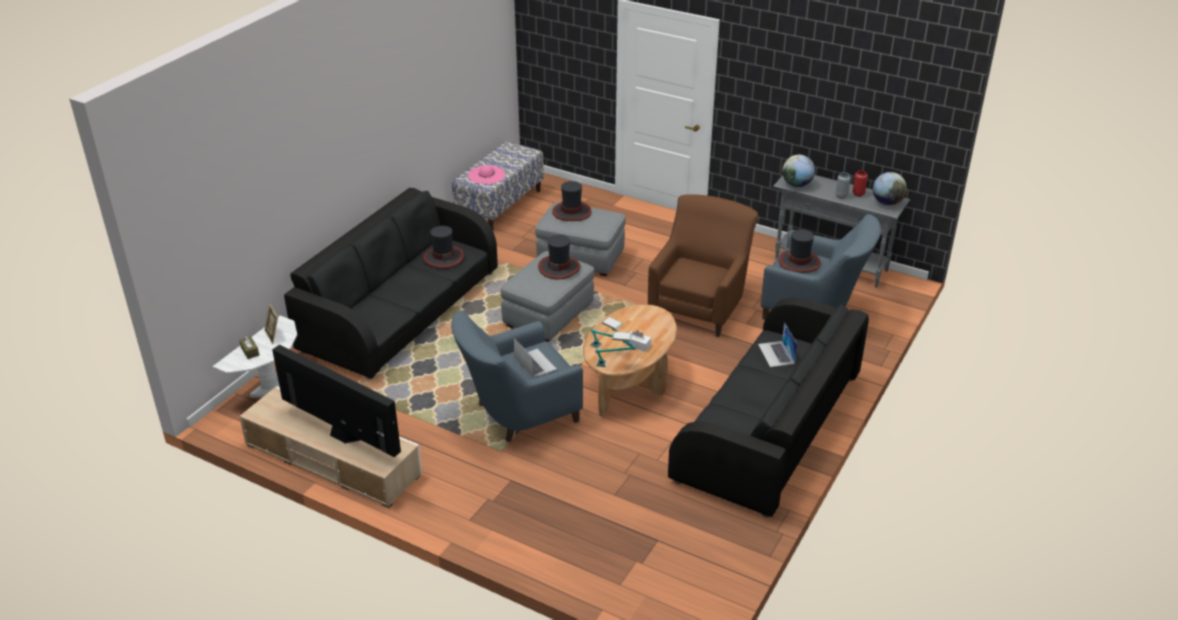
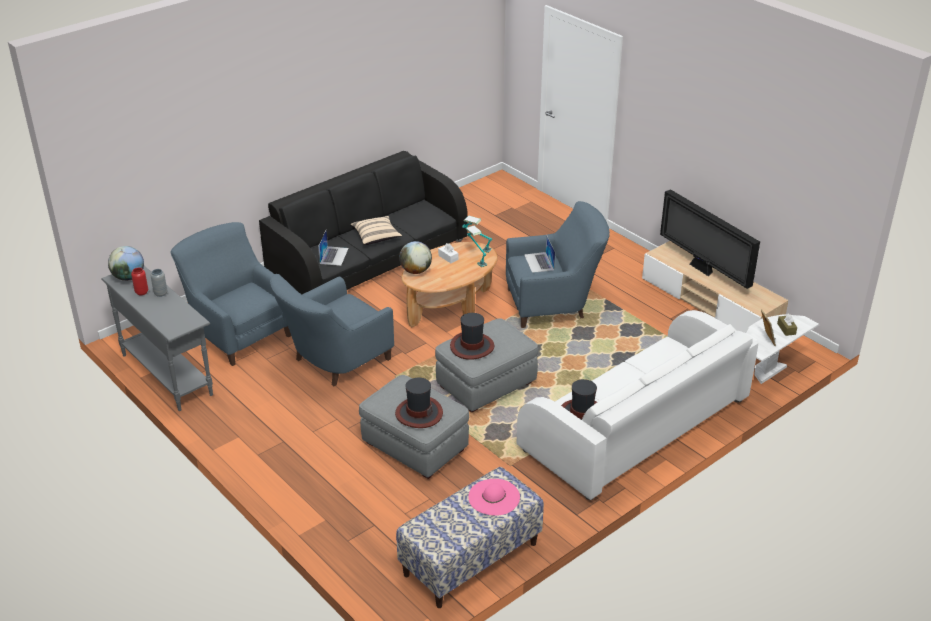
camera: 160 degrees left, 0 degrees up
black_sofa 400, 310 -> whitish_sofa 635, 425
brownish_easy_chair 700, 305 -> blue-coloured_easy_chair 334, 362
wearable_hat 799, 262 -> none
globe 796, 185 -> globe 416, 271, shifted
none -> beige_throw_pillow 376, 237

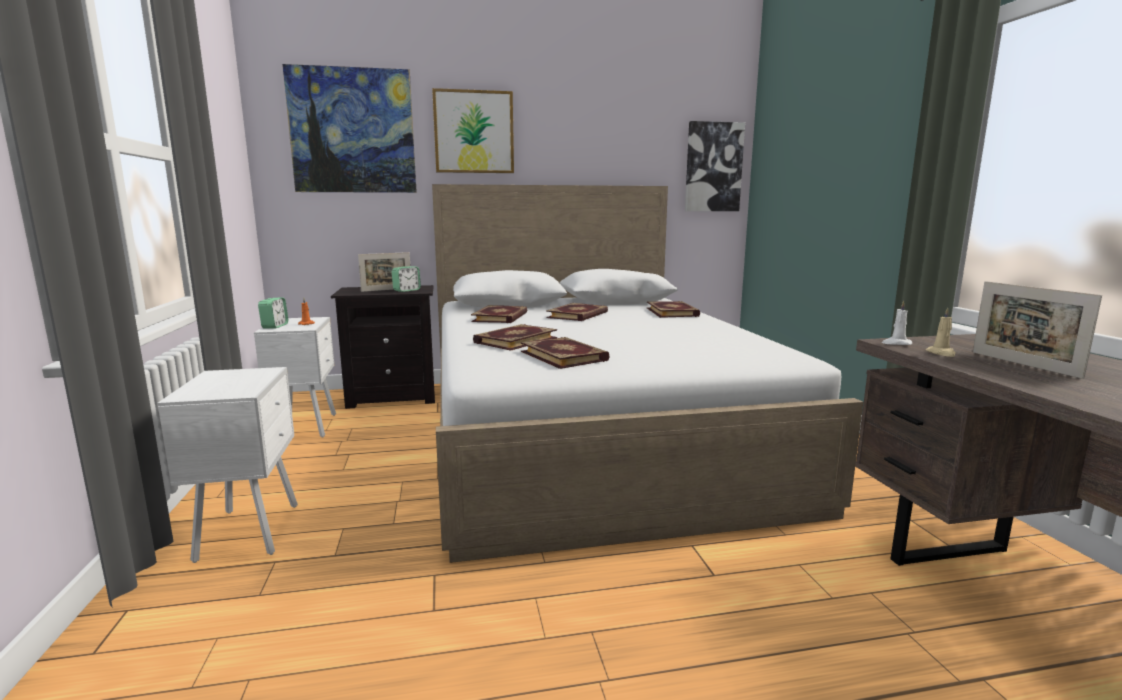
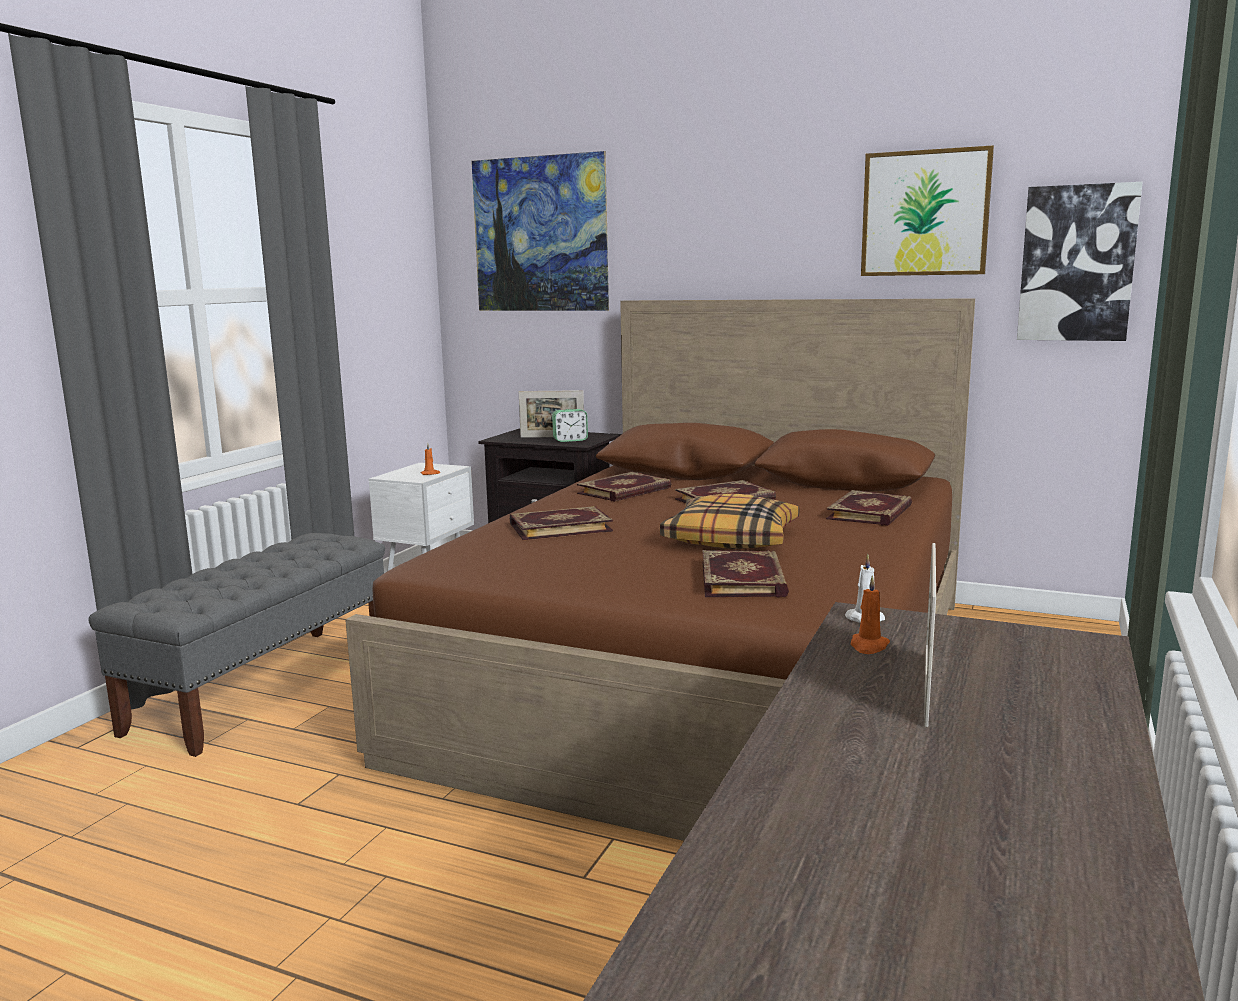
camera: 35 degrees right, 0 degrees up
whitish_bedside_table 251, 531 -> grey_indoor_bench 265, 686
bedside_clock 275, 326 -> none
picture 474, 132 -> picture 925, 213, shifted
whitish_sleeping_bed 590, 433 -> brownish_sleeping_bed 711, 672
bound_book 564, 356 -> bound_book 744, 579, shifted
beige_candle 941, 353 -> orangey_candle 868, 646
none -> throw_pillow 731, 538

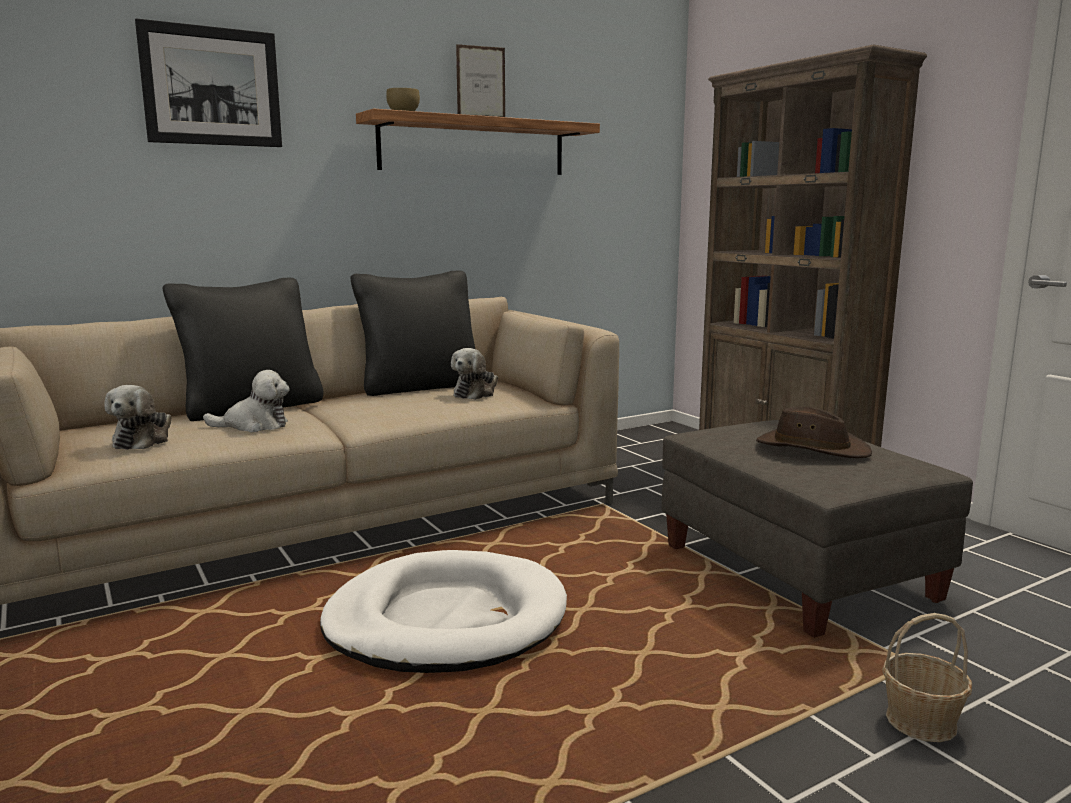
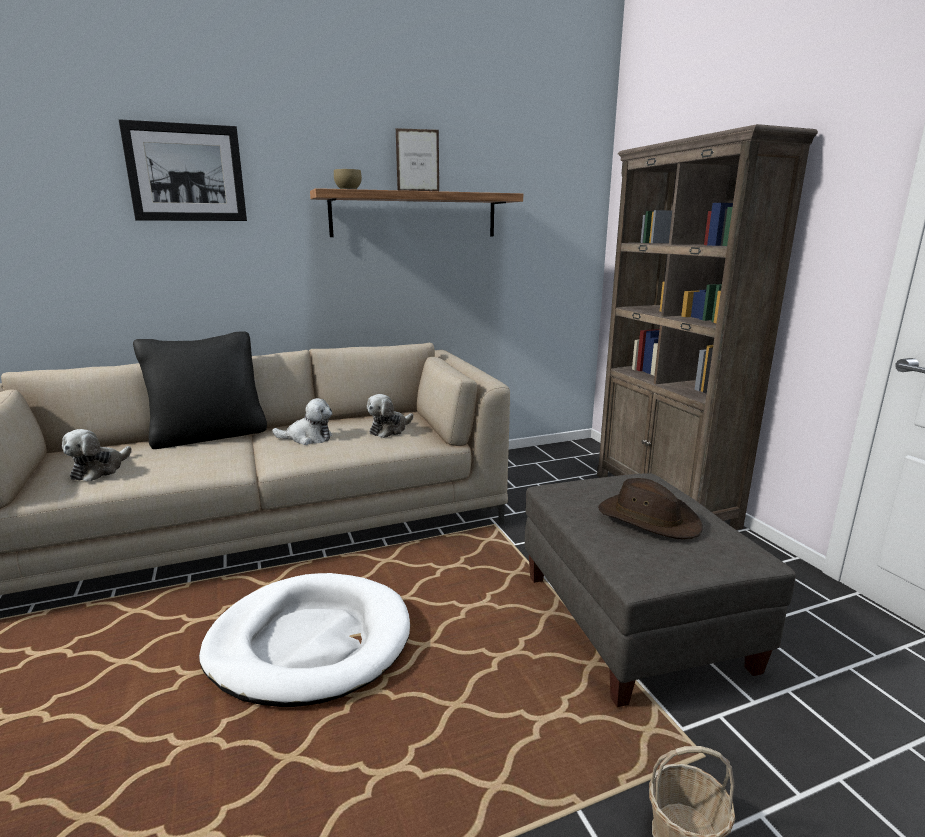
camera: 10 degrees right, 5 degrees up
cuddly_toy 254, 425 -> cuddly_toy 307, 438, shifted
black_throw_pillow 420, 387 -> none

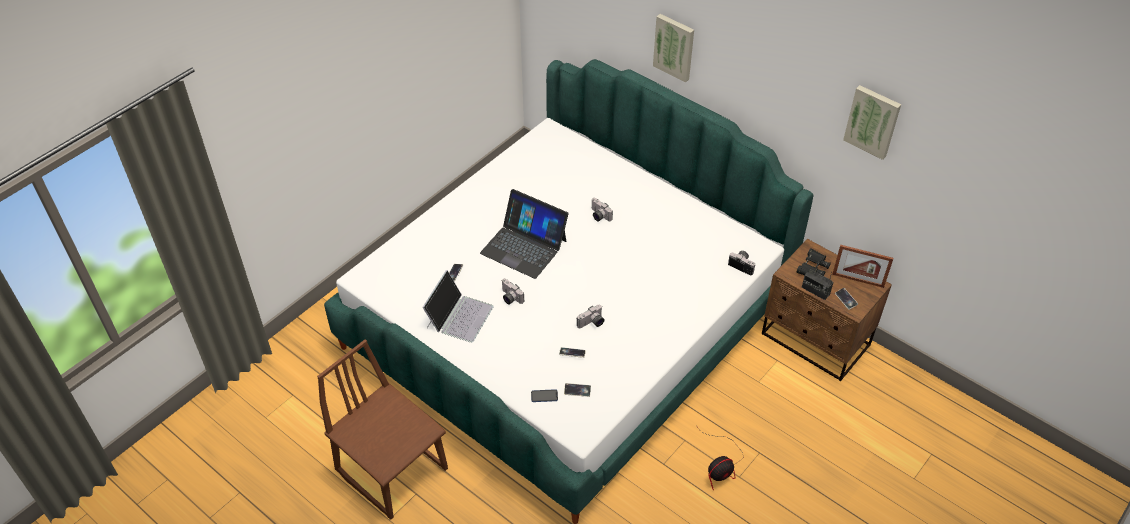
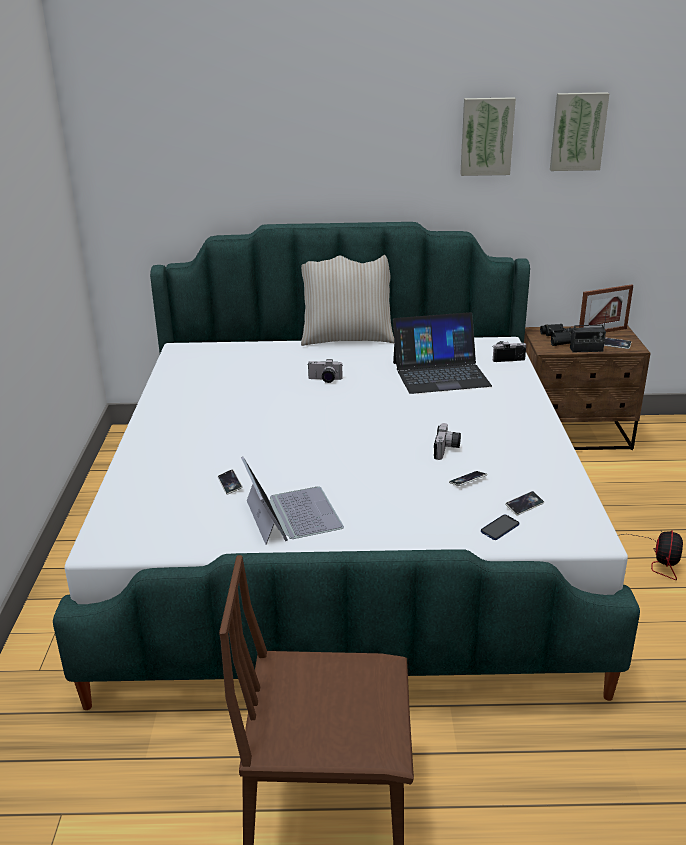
camera: 40 degrees left, 20 degrees down
laptop 524, 246 -> laptop 440, 374, shifted
still_camera 510, 298 -> none
picture 674, 47 -> picture 486, 136, shifted
none -> beige_throw_pillow 347, 338

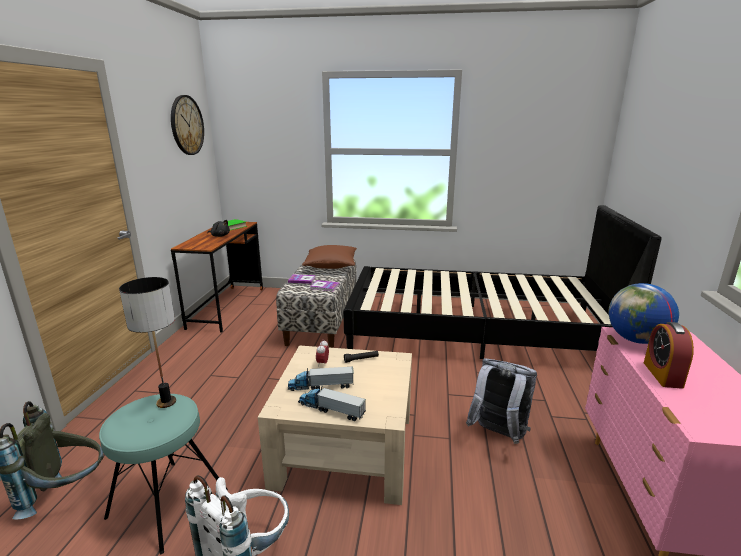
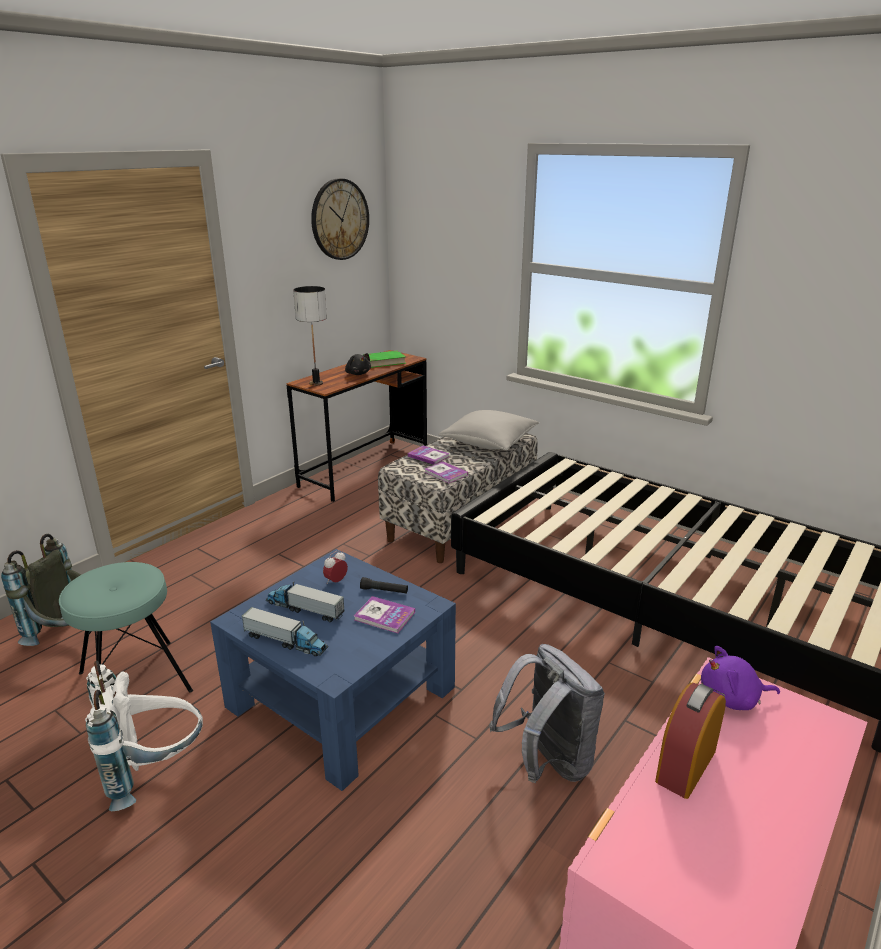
camera: 30 degrees right, 5 degrees up
lamp_for_a_table 167, 402 -> lamp_for_a_table 316, 383, shifted
beige_coffee_table 345, 448 -> blue-coloured_coffee_table 341, 697
toy_lorry 331, 409 -> toy_lorry 285, 641, 150 degrees clockwise
brownish_throw_pillow 331, 265 -> grey_throw_pillow 489, 442
globe 636, 340 -> purple_cuddly_toy 732, 698
none -> bound_book 384, 616

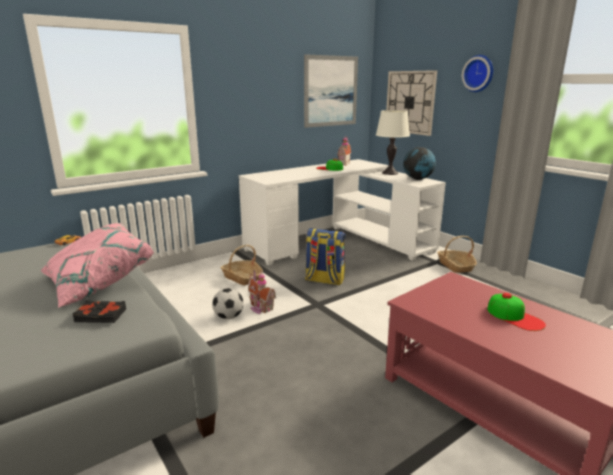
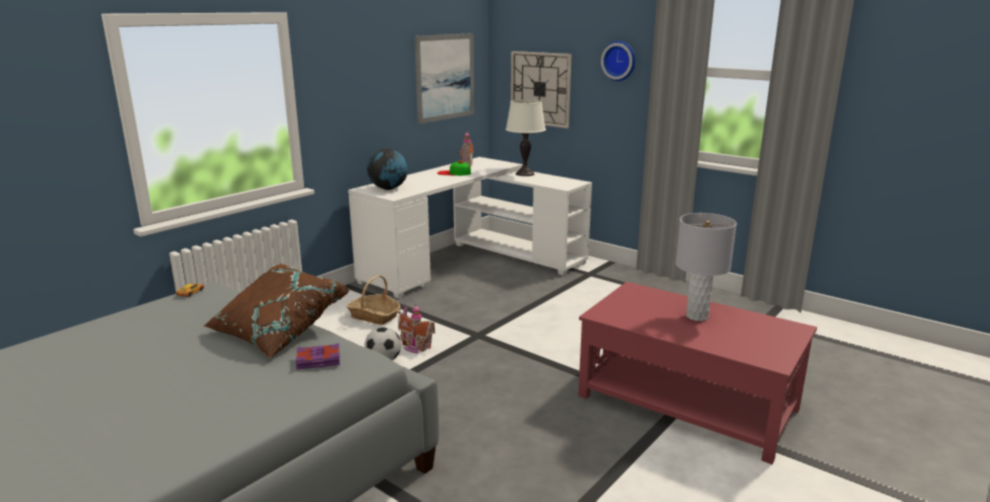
camera: 15 degrees left, 0 degrees up
pink_throw_pillow 98, 282 -> brownish_throw_pillow 278, 331
black_bound_book 100, 316 -> purple_bound_book 318, 361
rucksack 324, 280 -> none
globe 418, 179 -> globe 388, 188, shifted
household_basket 455, 266 -> none
cap 515, 317 -> grey_lamp_for_a_table 696, 316

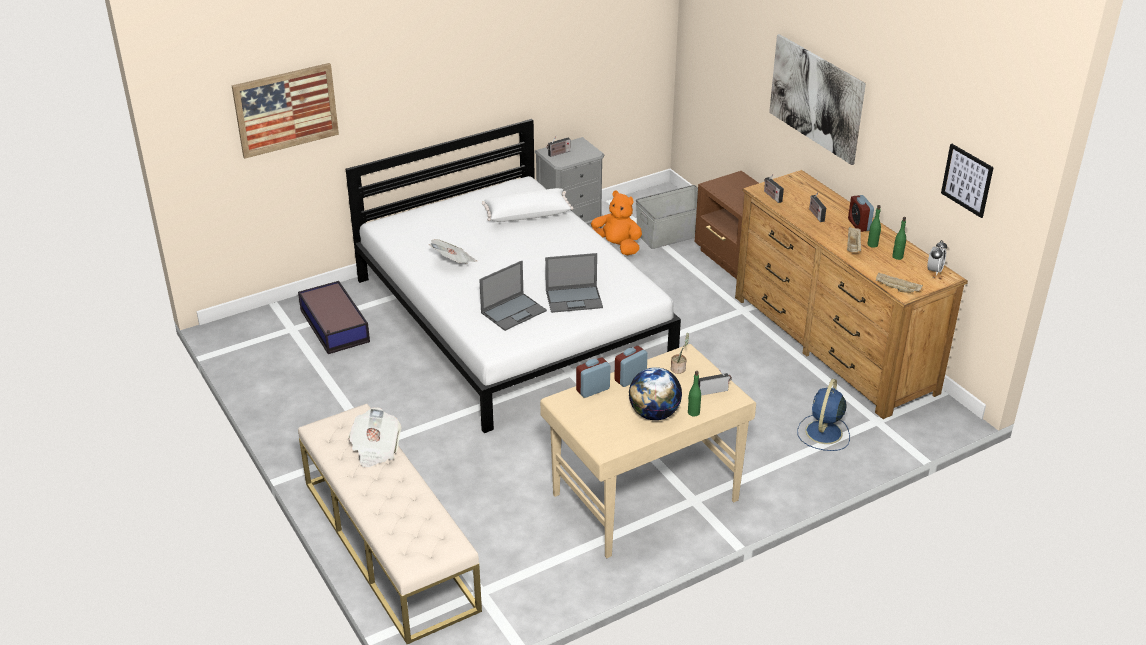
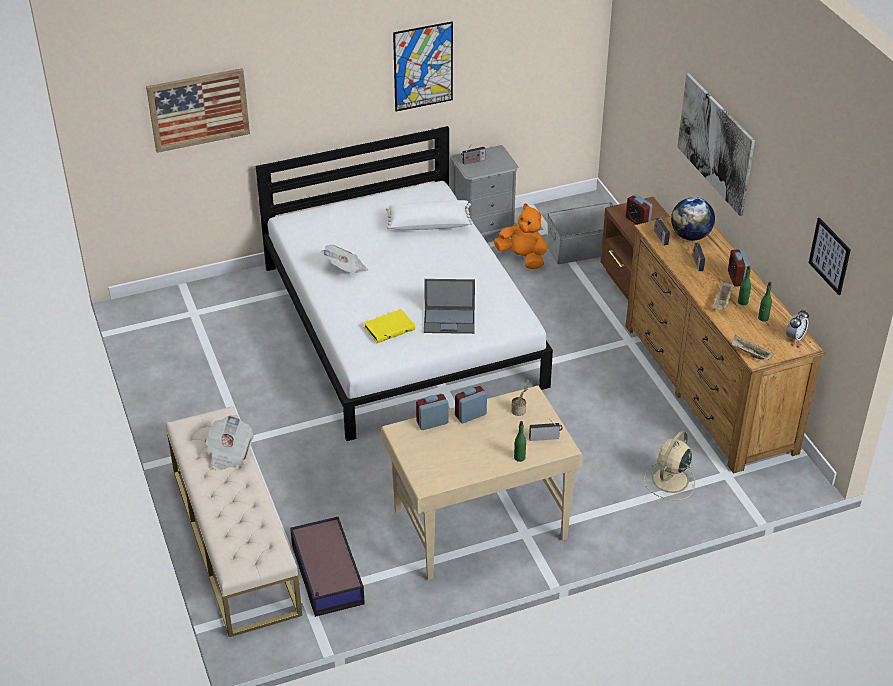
camera: 10 degrees right, 5 degrees up
storage_container 334, 326 -> storage_container 327, 575, shifted
laptop 514, 311 -> yellow-coloured_bound_book 389, 328
globe 654, 414 -> globe 690, 236, shifted
blue-coloured_cooling_fan 823, 433 -> beige_cooling_fan 669, 481
none -> picture 423, 66
none -> bedside_clock 637, 221

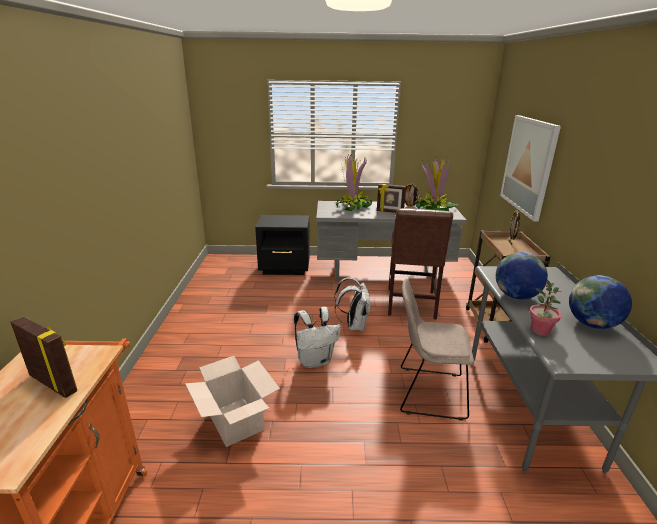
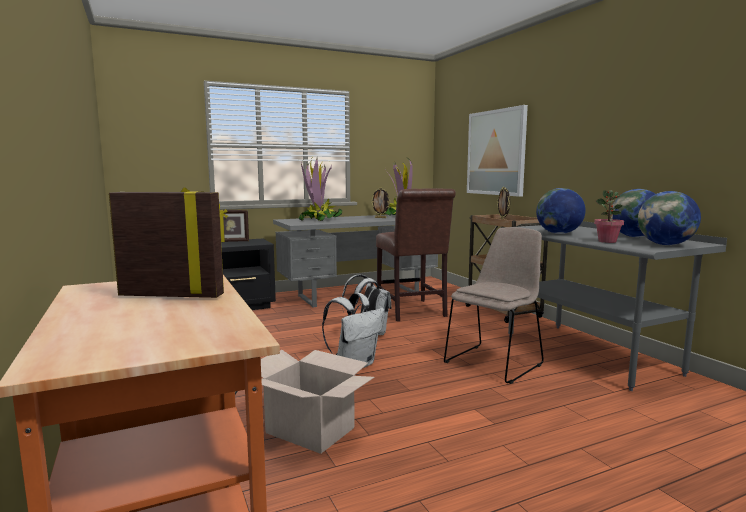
camera: 25 degrees left, 15 degrees down
photo_frame 390, 212 -> photo_frame 232, 241, shifted
beige_upright_chair 427, 392 -> beige_upright_chair 494, 362, 150 degrees clockwise
none -> globe 665, 245

